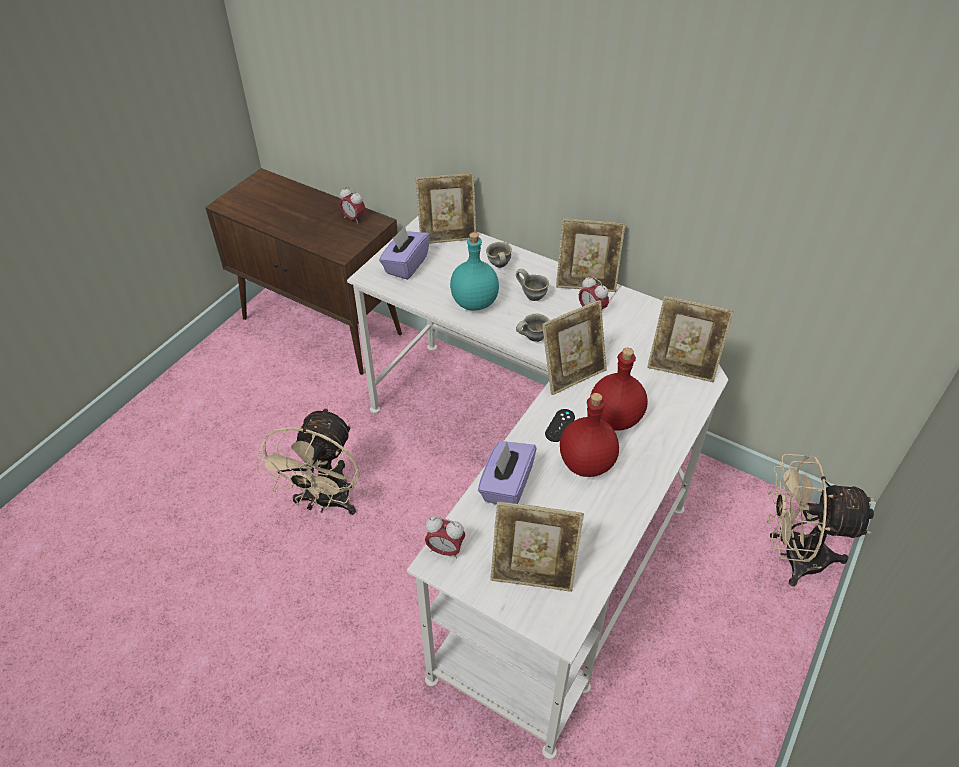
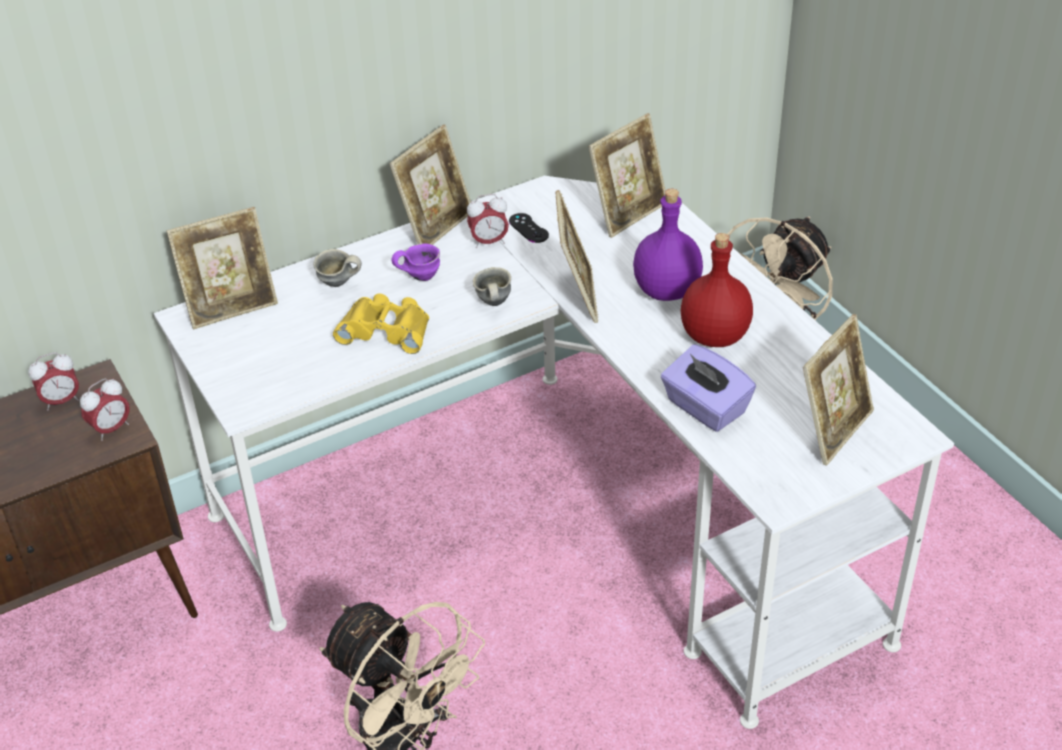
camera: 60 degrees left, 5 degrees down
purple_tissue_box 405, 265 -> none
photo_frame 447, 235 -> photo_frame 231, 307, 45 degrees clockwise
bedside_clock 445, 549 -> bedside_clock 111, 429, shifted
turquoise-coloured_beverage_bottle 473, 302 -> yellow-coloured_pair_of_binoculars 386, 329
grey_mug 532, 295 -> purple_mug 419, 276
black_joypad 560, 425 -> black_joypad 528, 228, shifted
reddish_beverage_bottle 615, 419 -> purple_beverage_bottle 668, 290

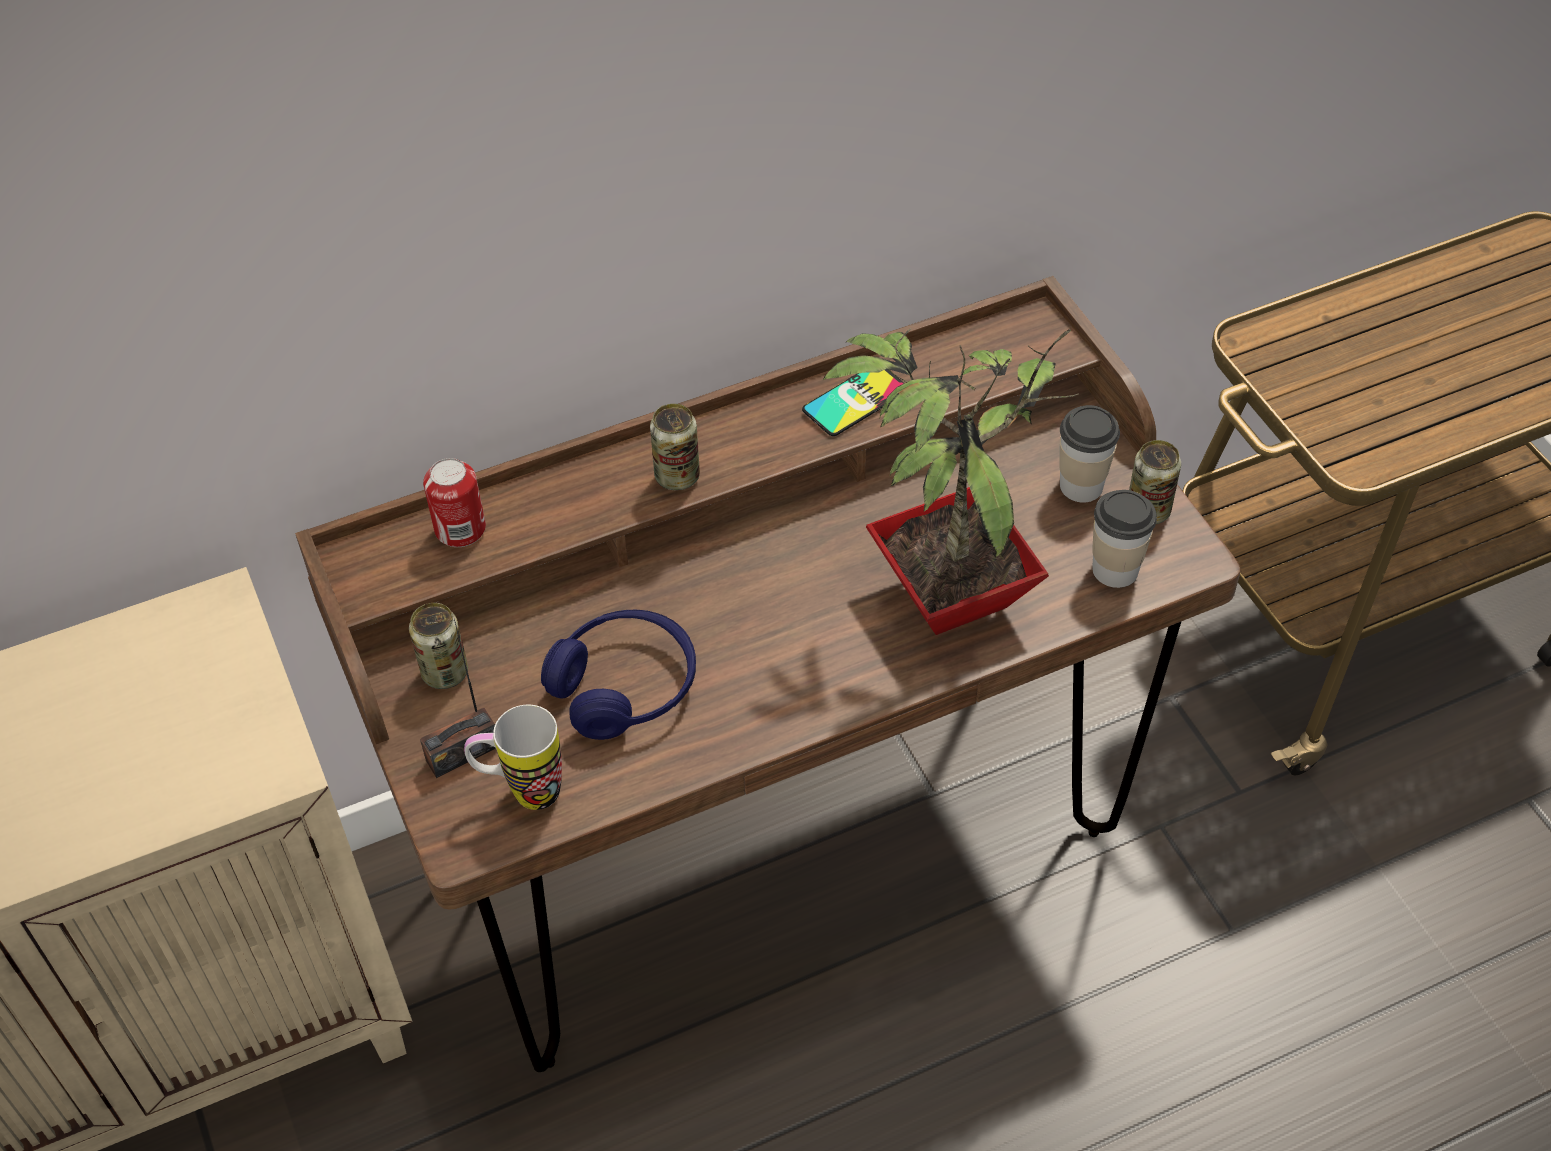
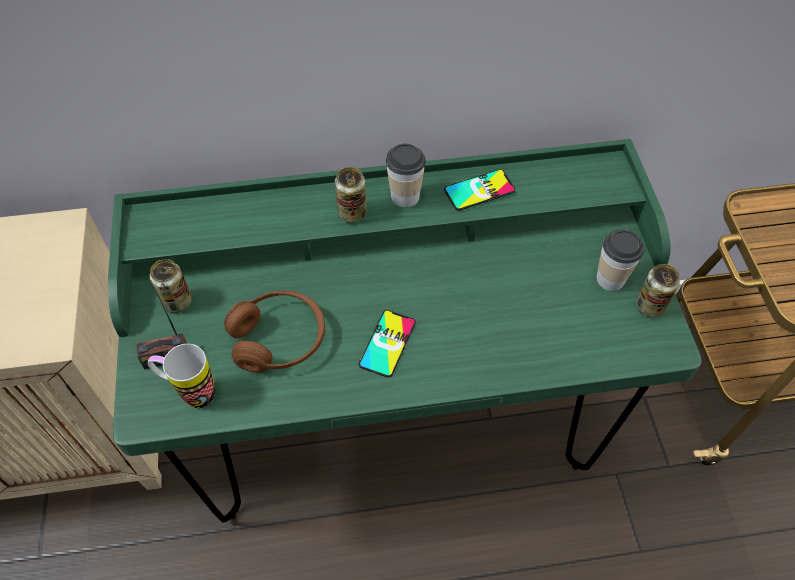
camera: 15 degrees right, 5 degrees up
brownish_desk_unit 781, 849 -> green-coloured_desk_unit 397, 427
metal_can 460, 529 -> none
blue-coloured_headset 624, 686 -> brownish_headset 278, 339
potted_plant 948, 589 -> none
cup 1115, 570 -> cup 405, 196, shifted
none -> telephone 387, 343

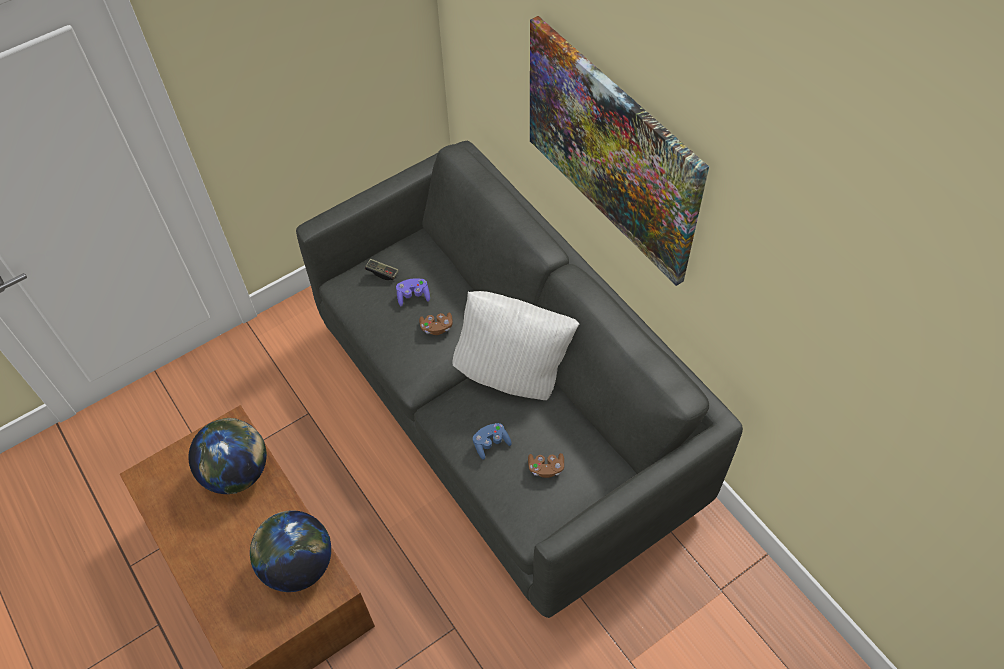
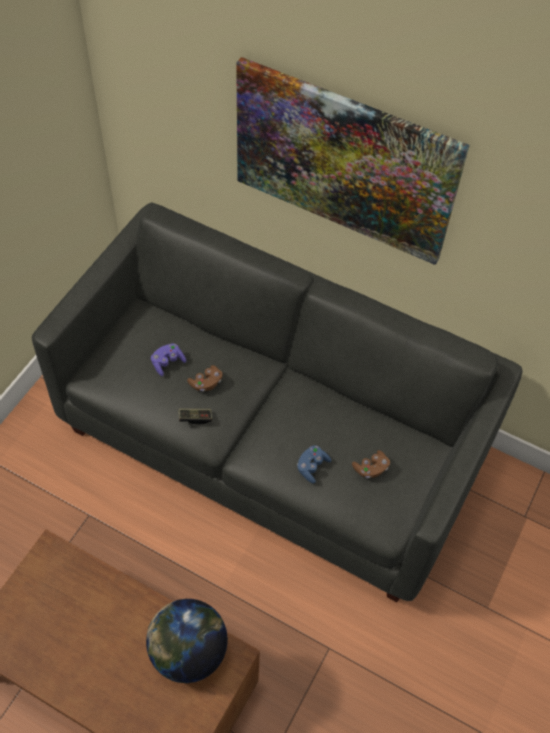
camera: 30 degrees left, 0 degrees up
globe 237, 472 -> none
joypad 382, 272 -> joypad 195, 418, shifted
whitish_throw_pillow 513, 374 -> none

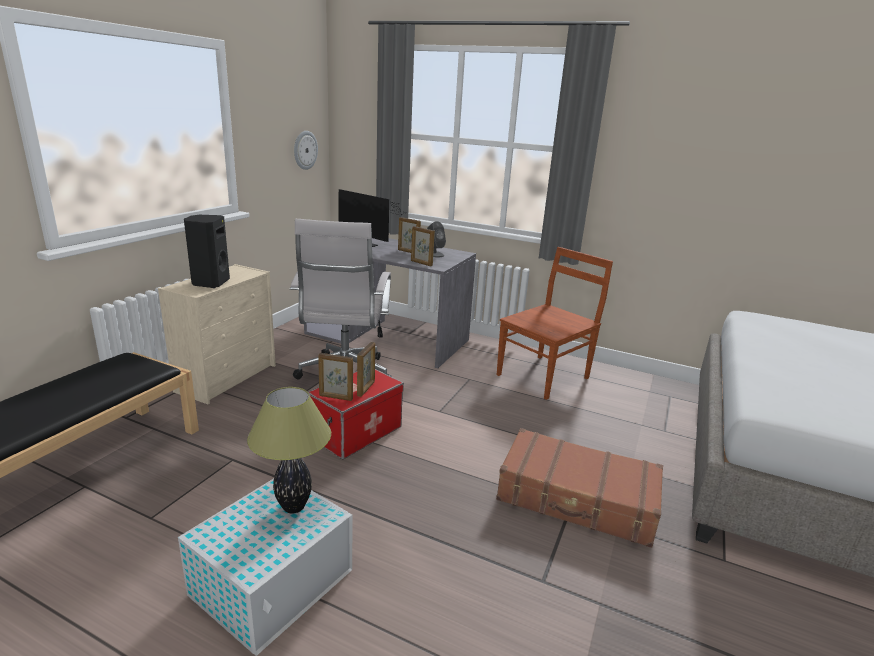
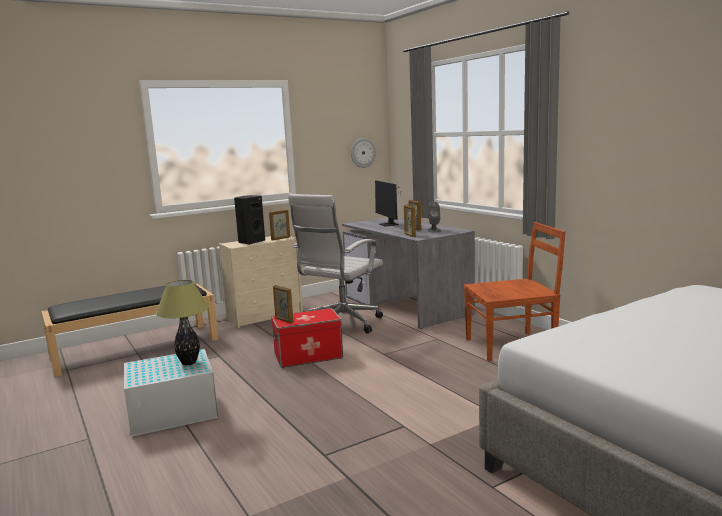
camera: 35 degrees right, 10 degrees down
photo_frame 366, 388 -> photo_frame 281, 238, shifted
brownish_travel_case 577, 499 -> none

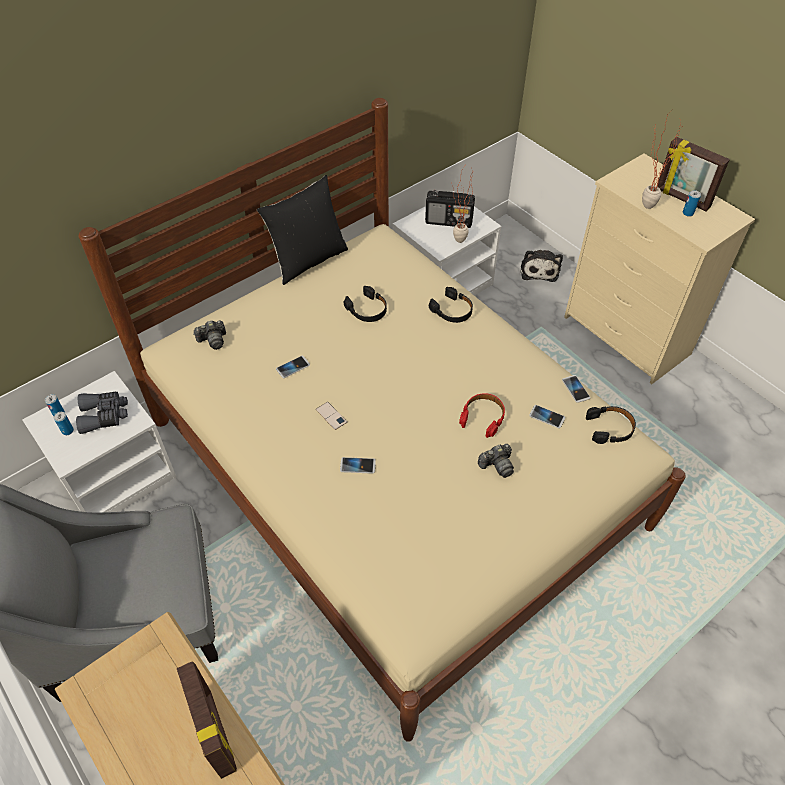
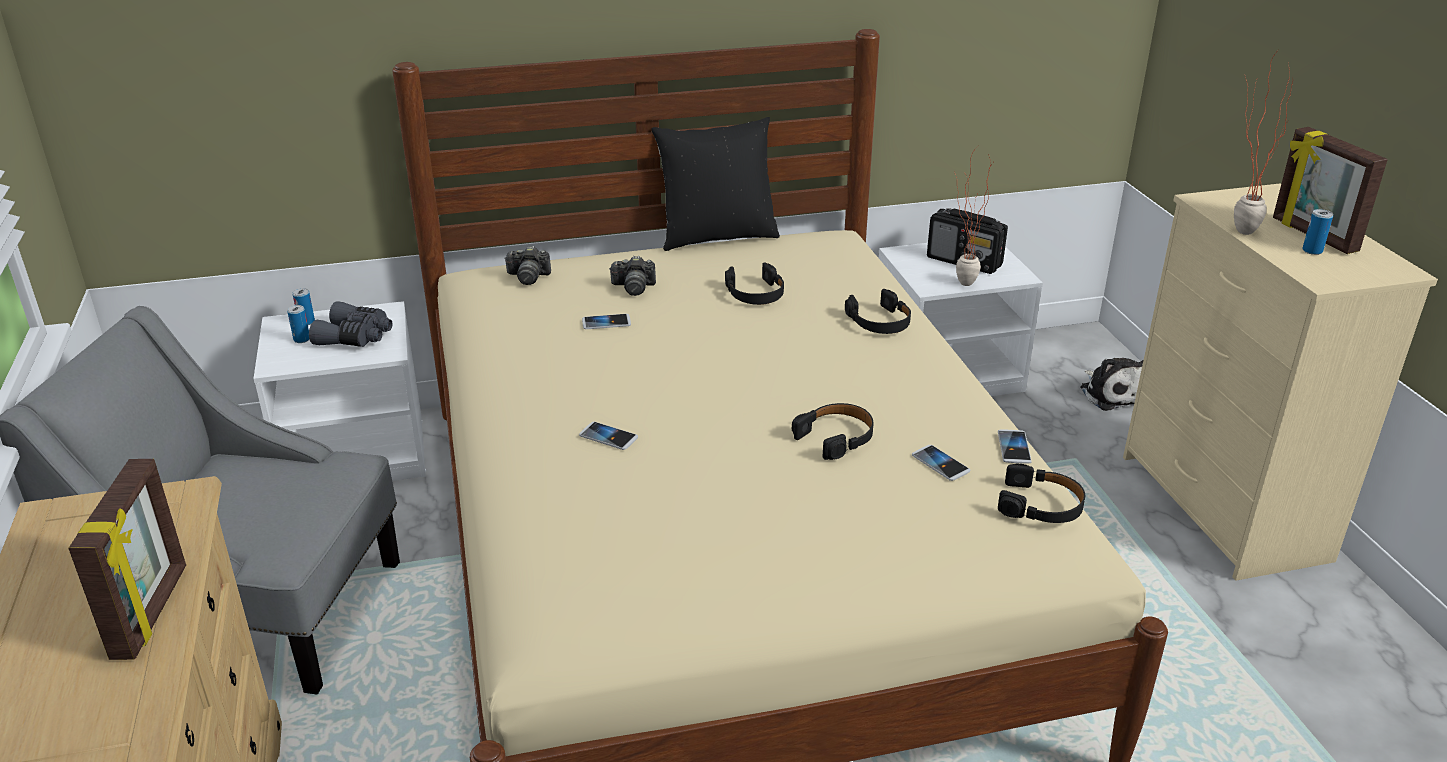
camera: 25 degrees right, 20 degrees down
telephone 331, 416 -> none
reddish_headset 483, 417 -> black_headset 836, 437
still_camera 497, 465 -> still_camera 633, 287, shifted
cuddly_toy 539, 269 -> cuddly_toy 1114, 393, 45 degrees counterclockwise

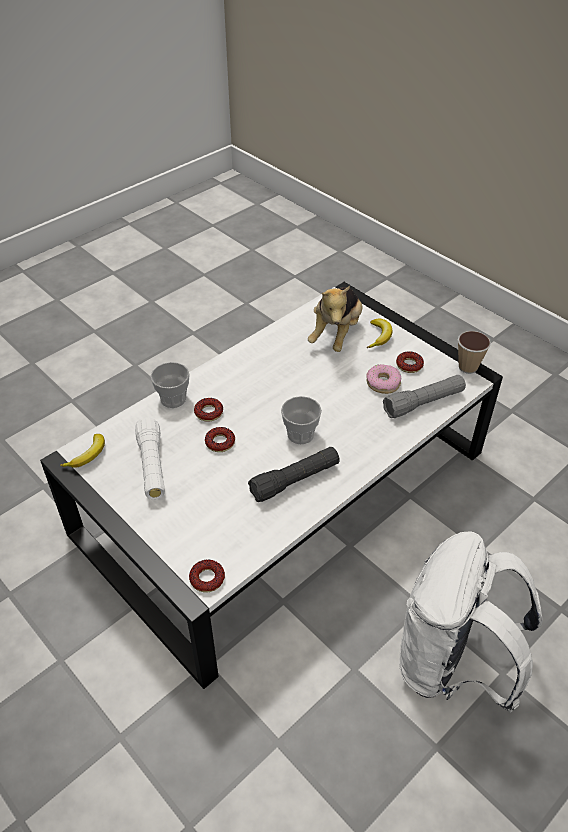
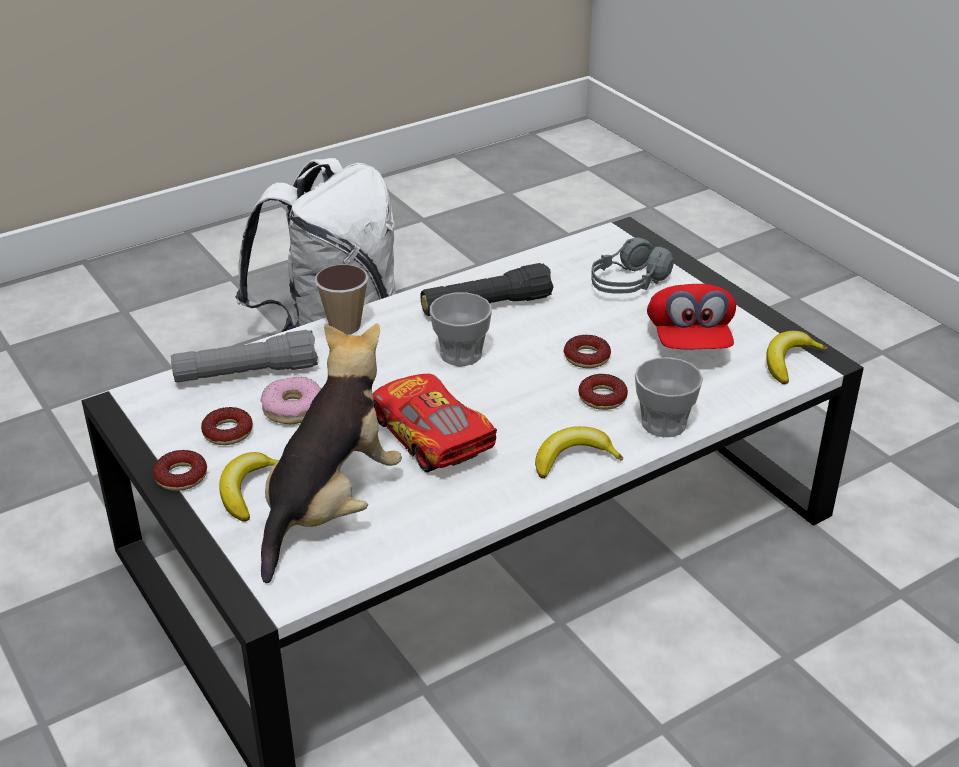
camera: 170 degrees left, 10 degrees down
whitish_flashlight 152, 466 -> reddish_cap 689, 340
ring_doughnut 207, 578 -> ring_doughnut 181, 476, shifted
cup 468, 367 -> cup 345, 326, shifted
none -> miniature_car 431, 437
none -> banana_fruit 573, 459
none -> grey_headset 628, 284

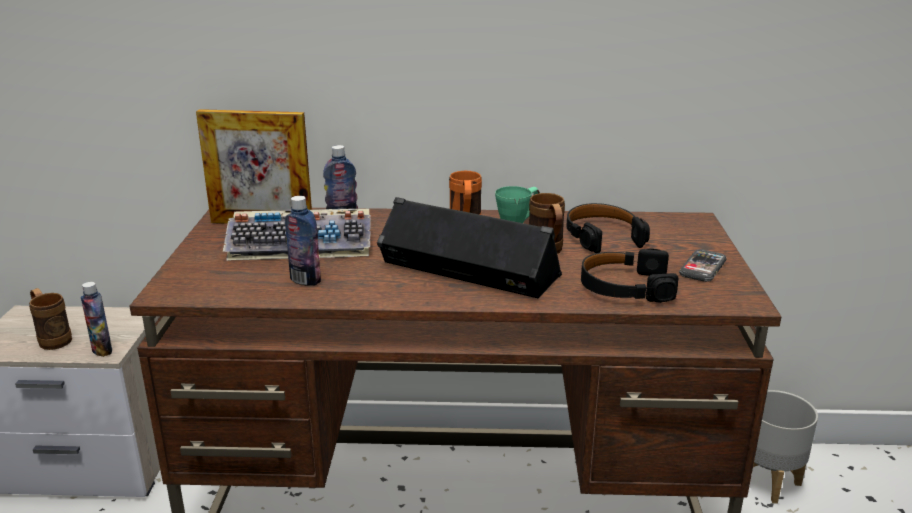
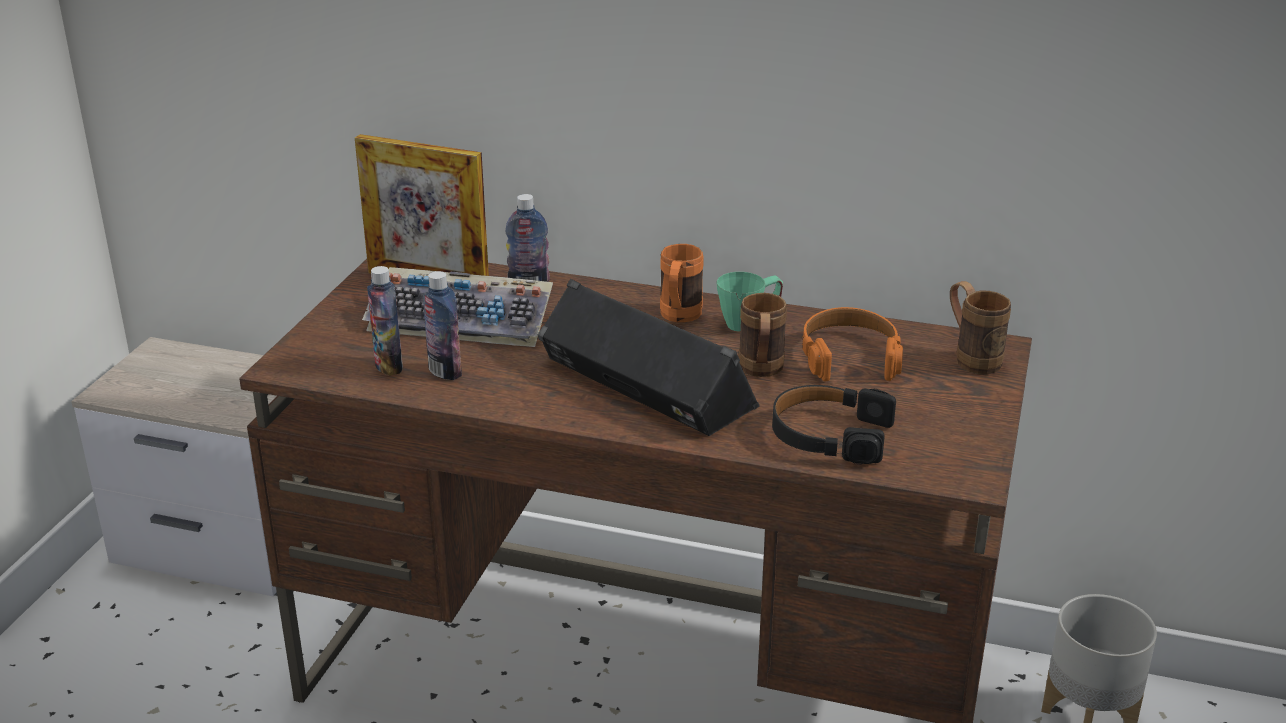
camera: 15 degrees right, 5 degrees up
brownish_mug 52, 339 -> brownish_mug 971, 357, shifted
beverage_bottle 102, 350 -> beverage_bottle 388, 366, shifted
black_headset 602, 236 -> orangey_headset 849, 356
telephone 702, 267 -> none

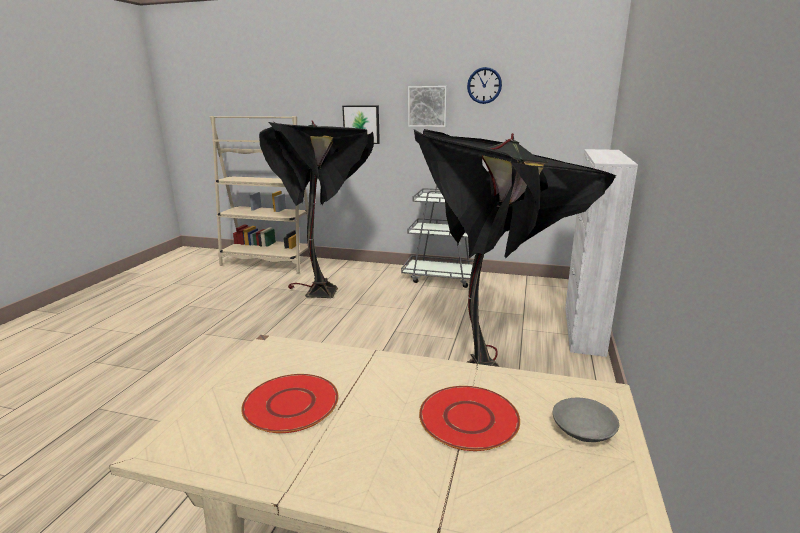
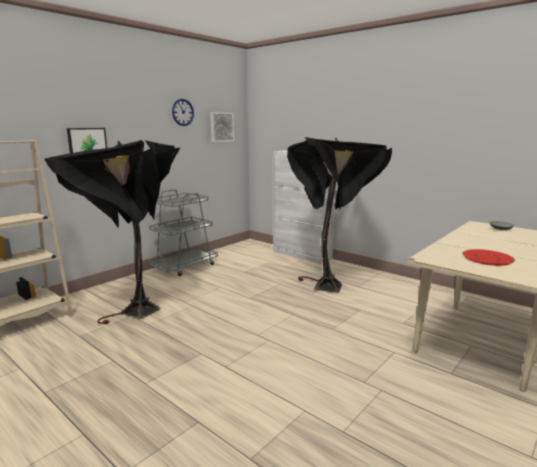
camera: 65 degrees left, 5 degrees down
picture 427, 106 -> picture 221, 127, shifted
reddish_flat_dish 469, 418 -> none

